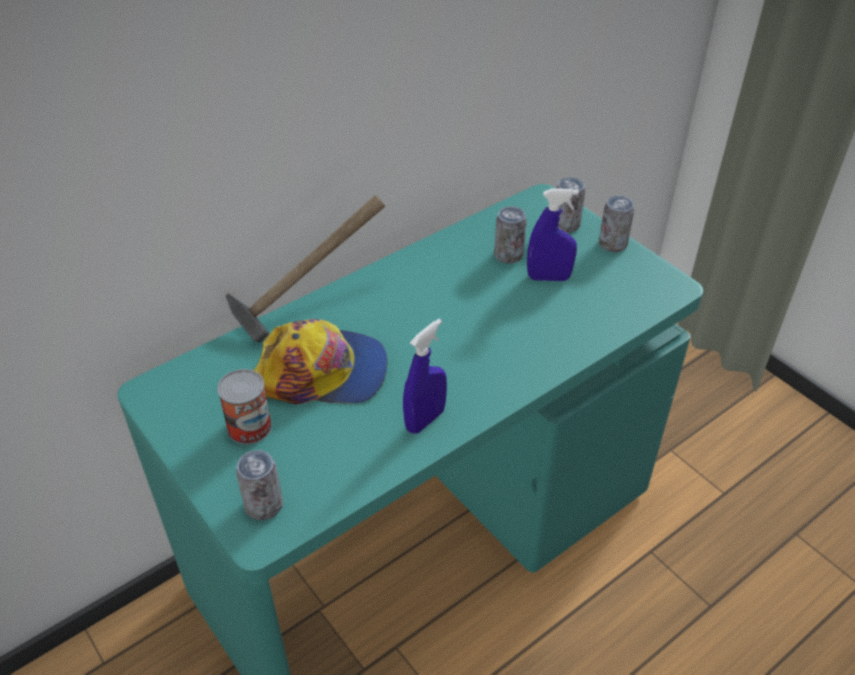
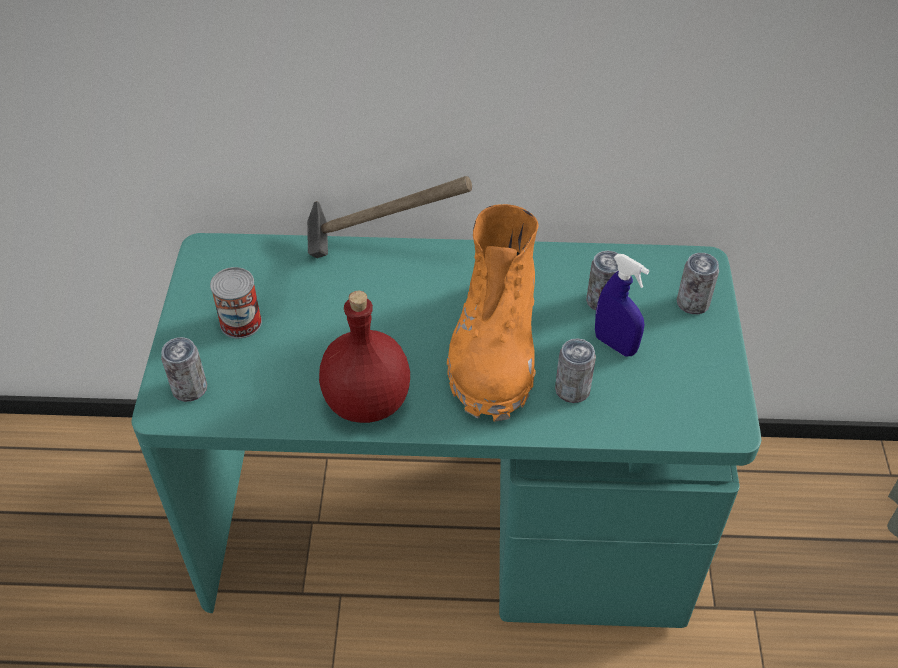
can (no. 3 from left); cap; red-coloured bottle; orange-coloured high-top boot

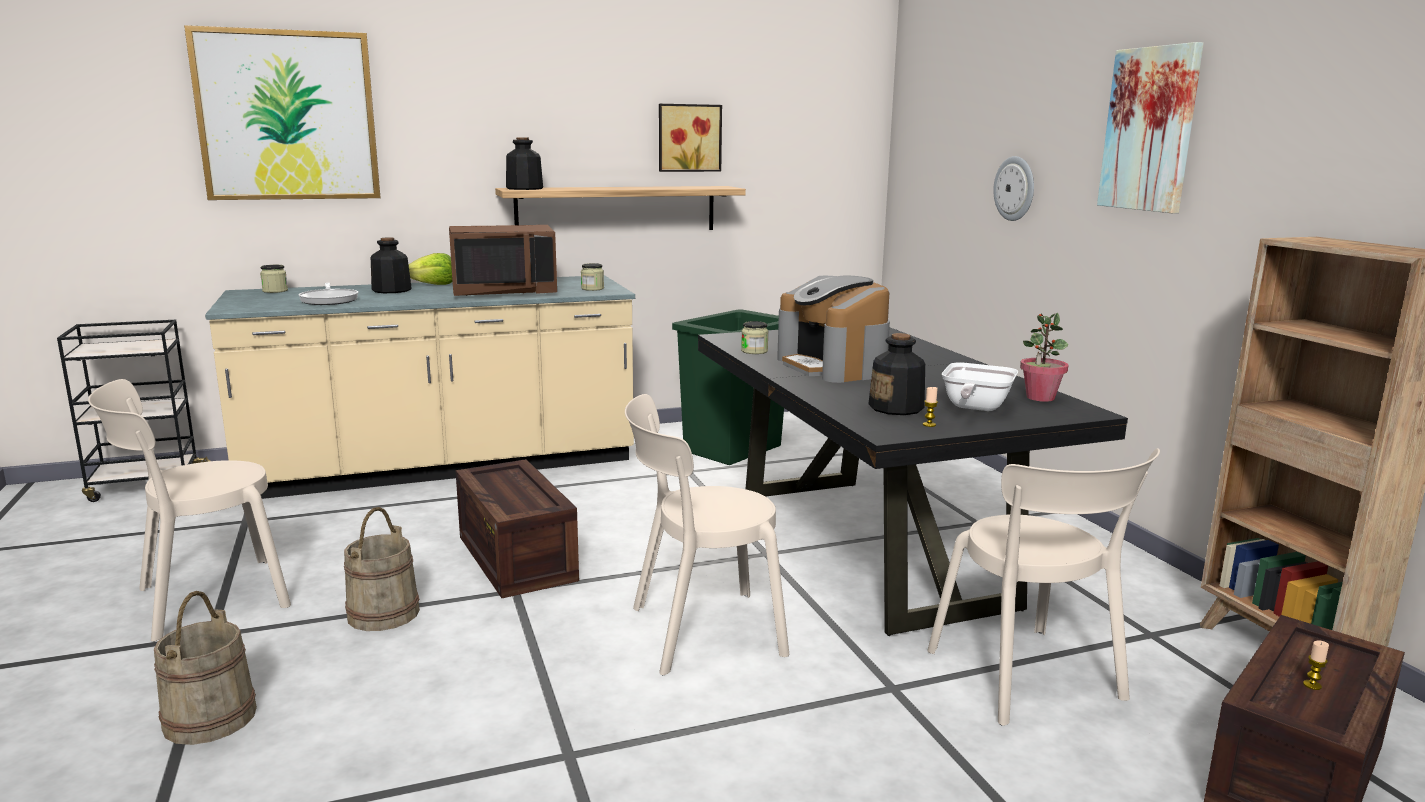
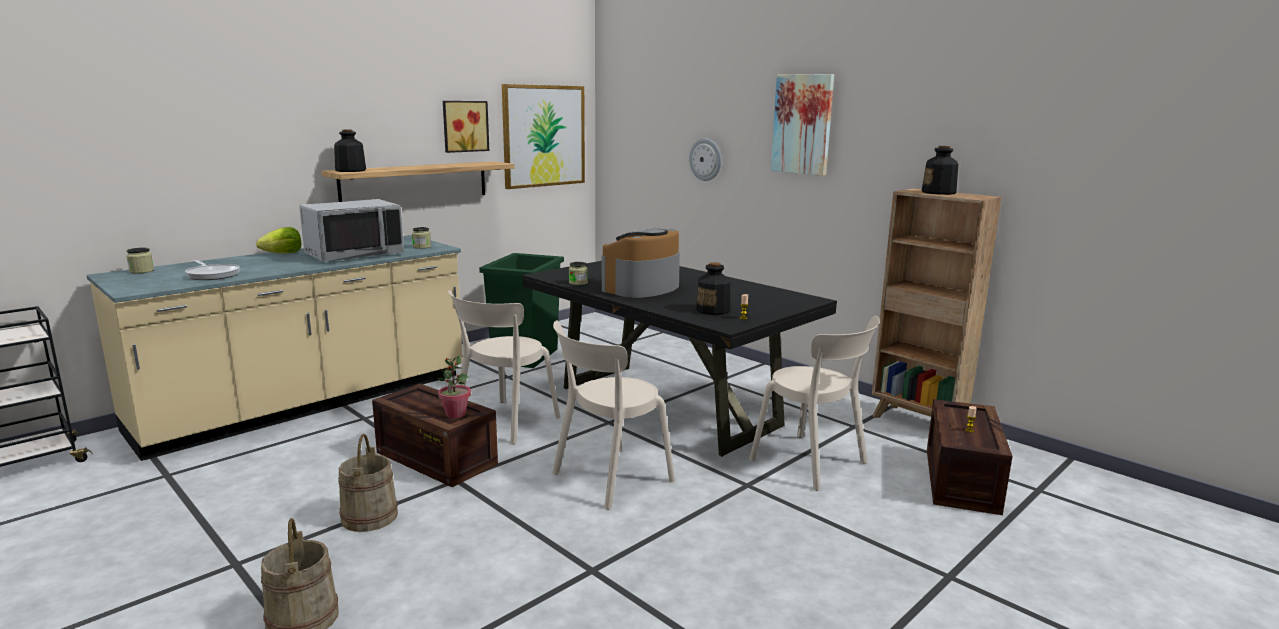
wall picture (no. 2 from left); grey kitchen microwave; bottle (no. 3 from left); coffee brewer; potted plant; pan (no. 2 from left in the first image); beige upright chair (no. 1 from left)

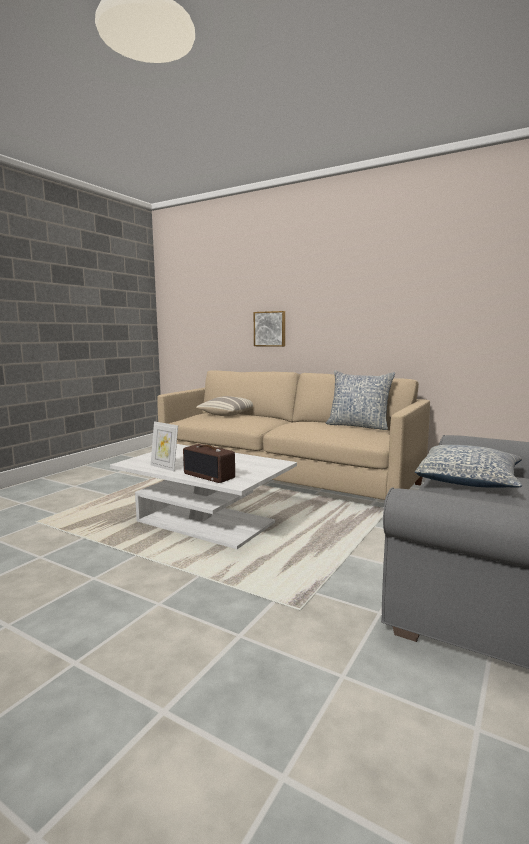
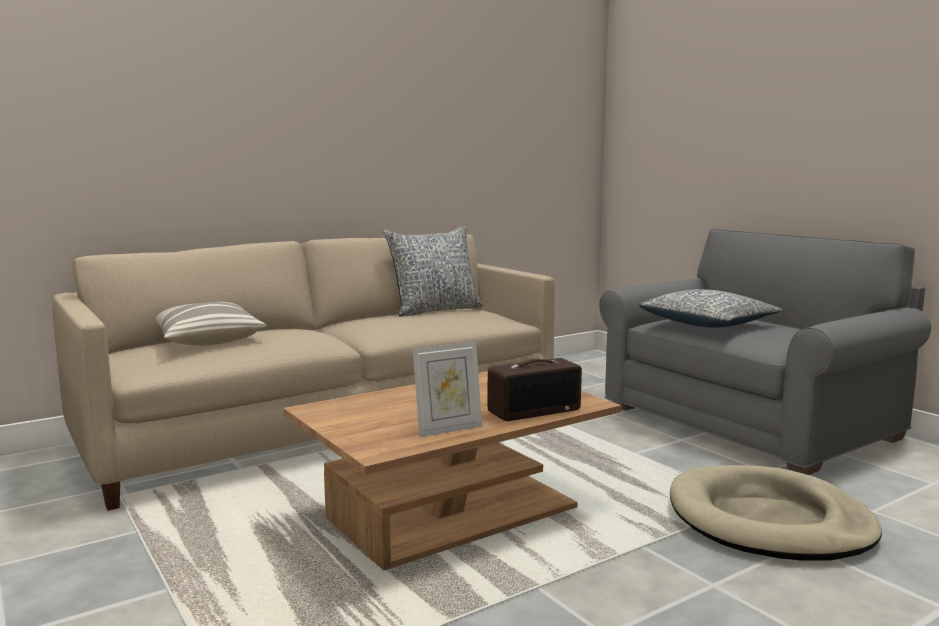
wall picture; brownish low table; beige pet bed

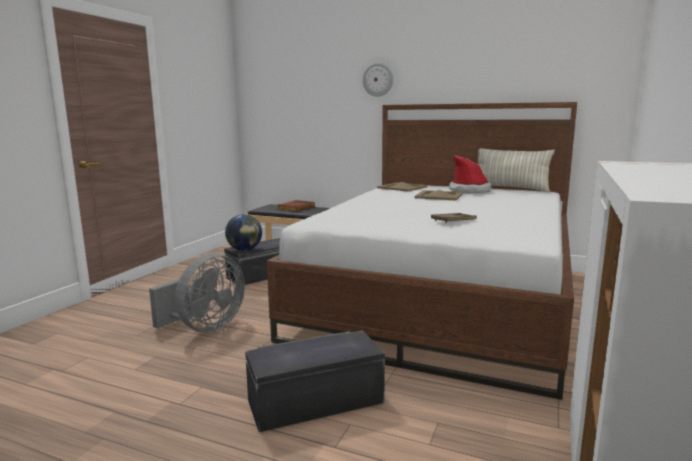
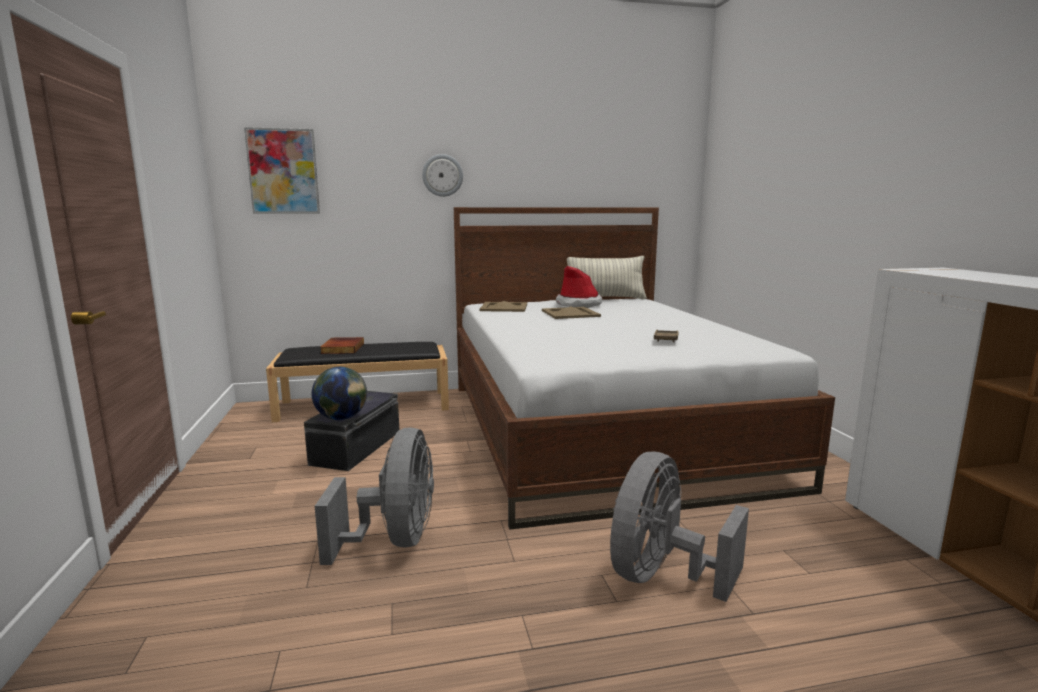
grey electric fan (no. 2 from left); wall picture

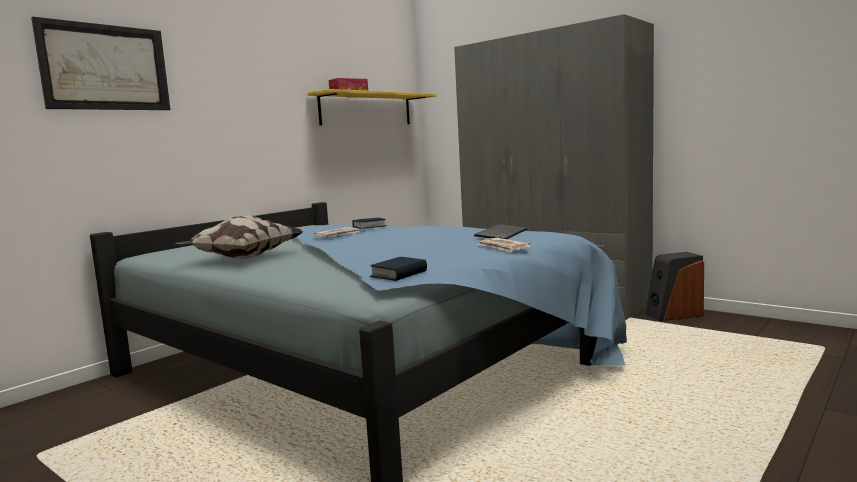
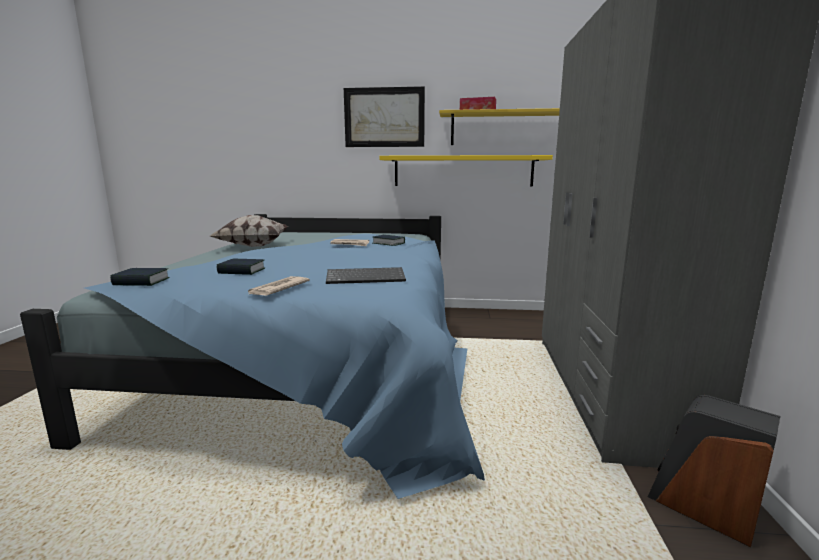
wall picture; yellow-coloured wall shelf (no. 1 from left); book (no. 2 from left)

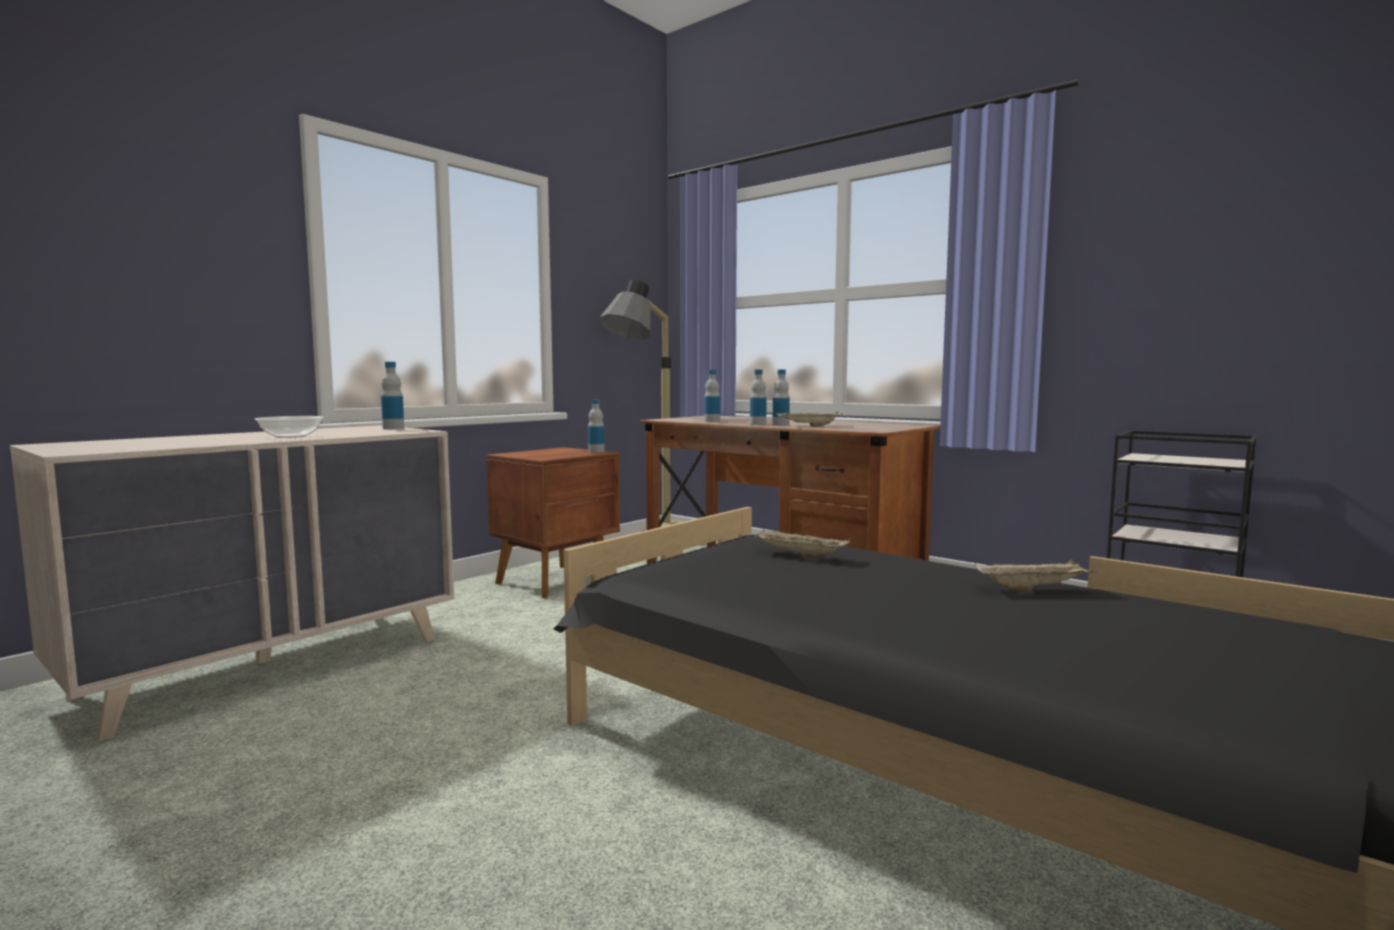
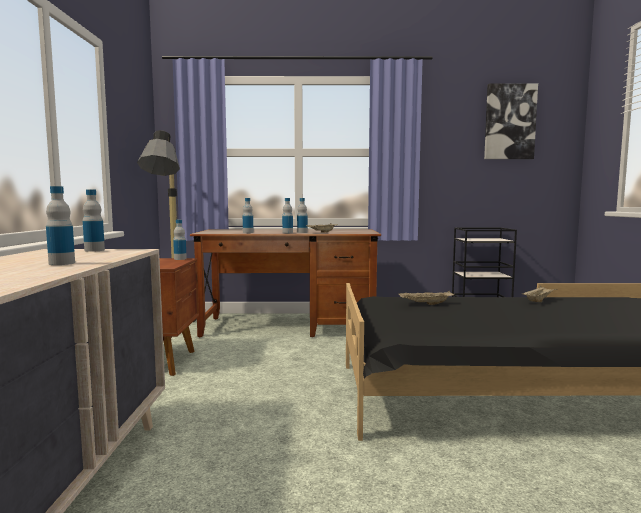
bottle (no. 1 from left); wall picture

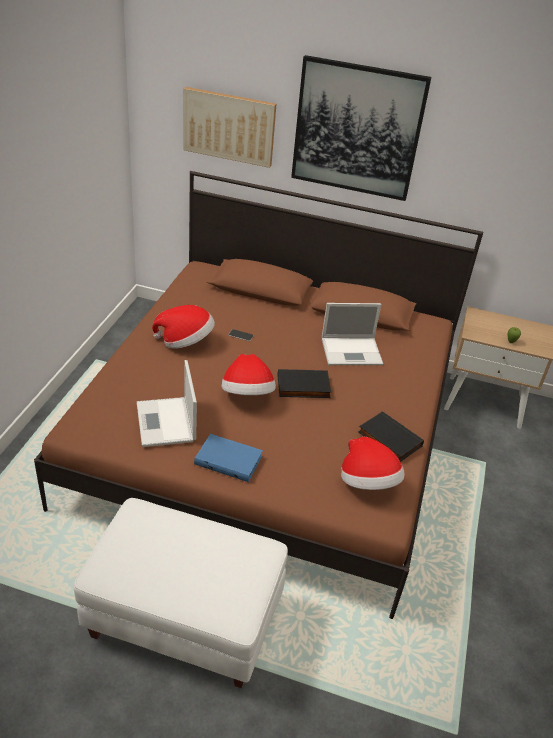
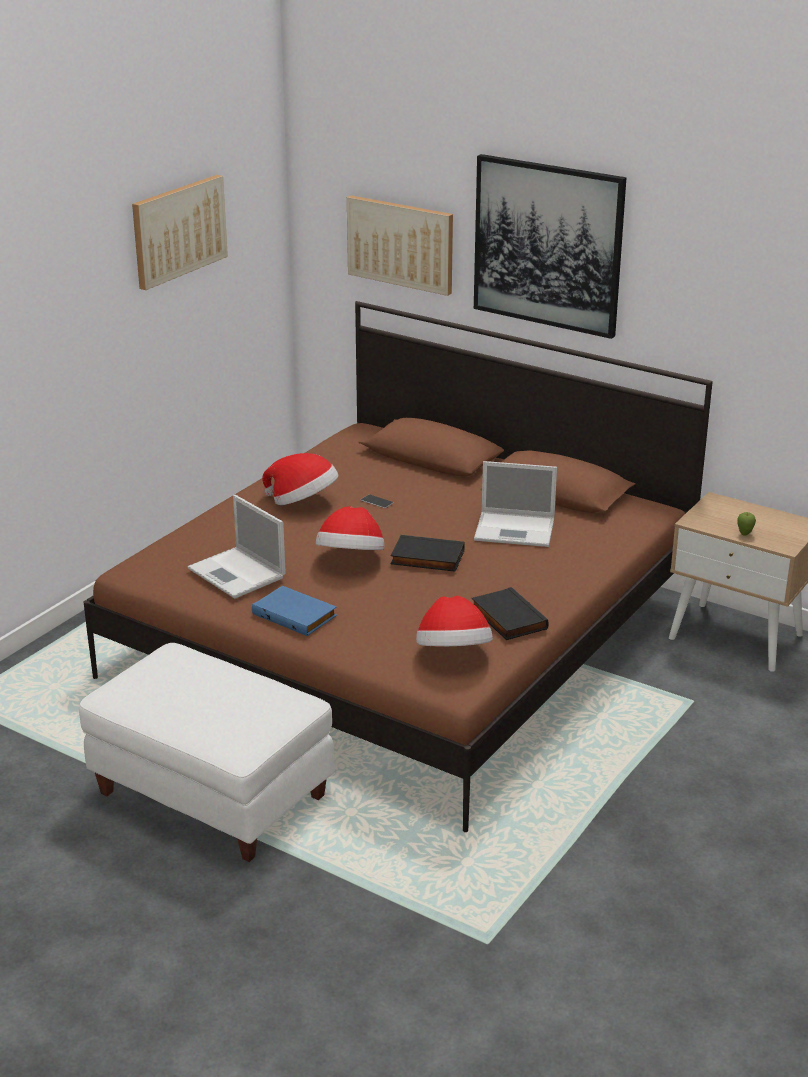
laptop (no. 1 from left); wall picture (no. 1 from left)

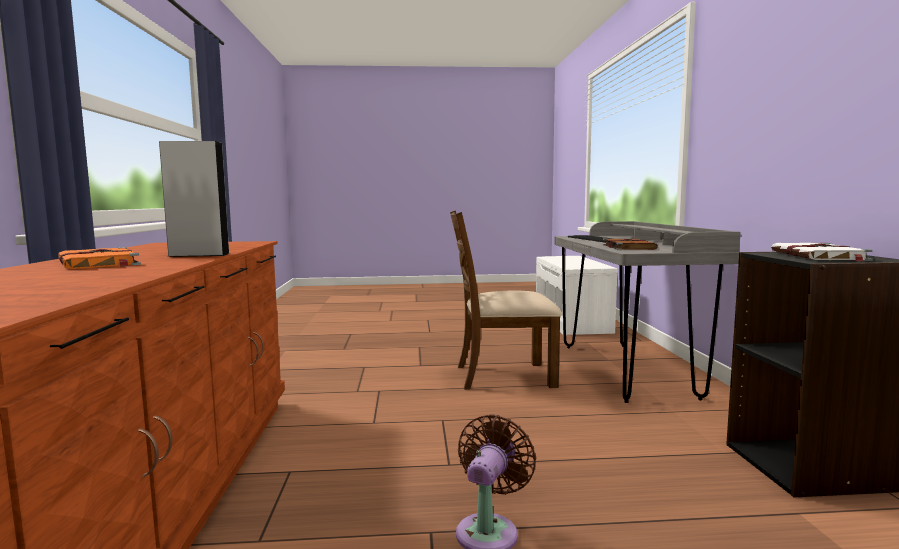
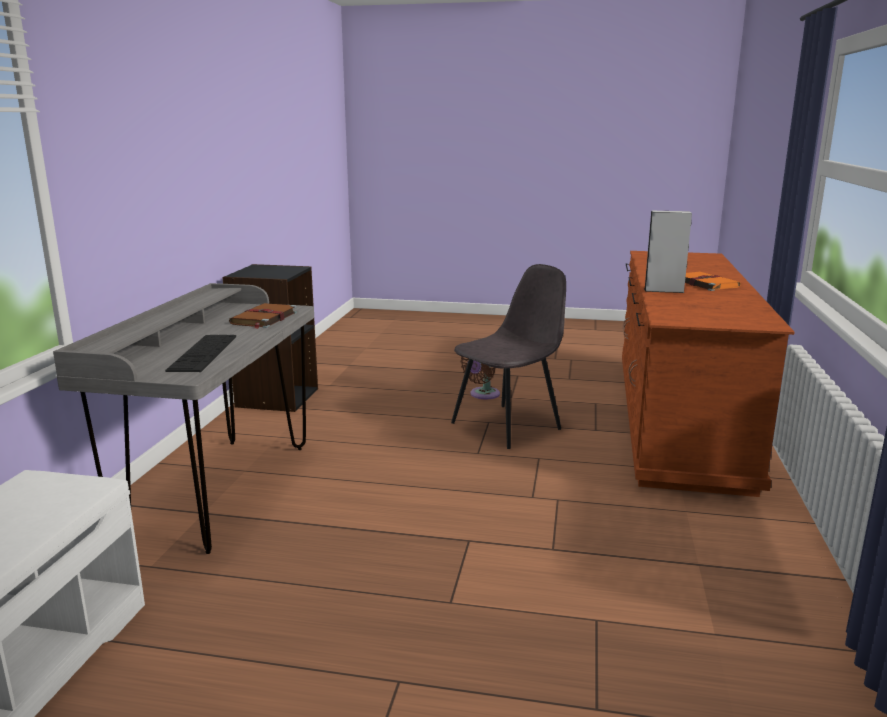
brownish upright chair; white-coloured book; grey upright chair

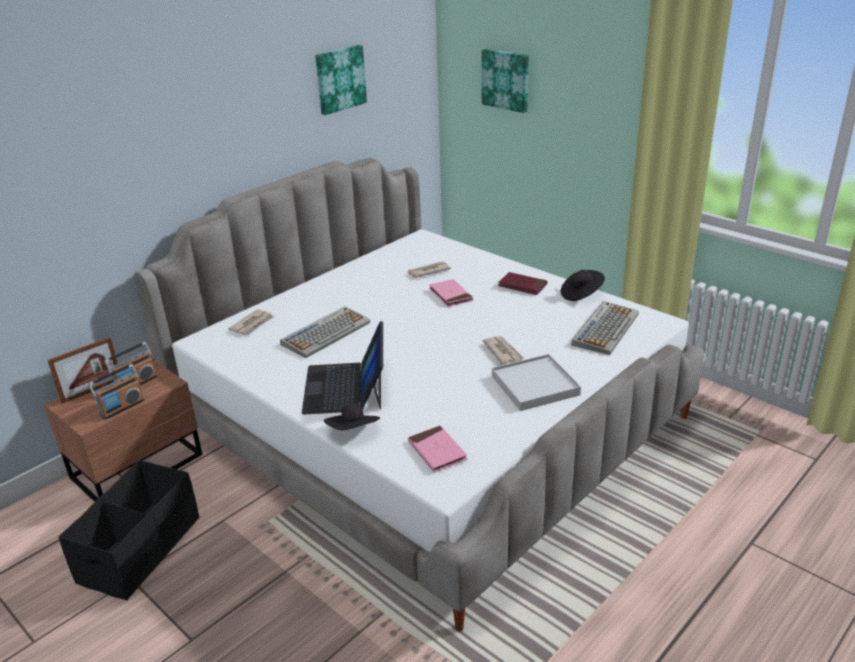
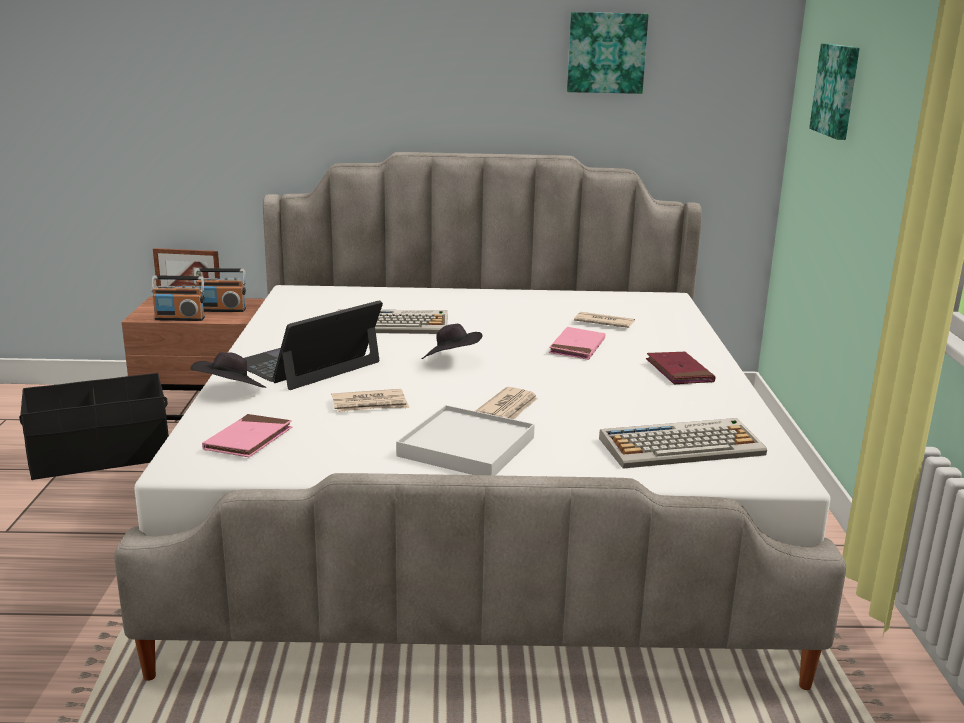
black wearable hat (no. 2 from left); printed paper (no. 1 from left)

